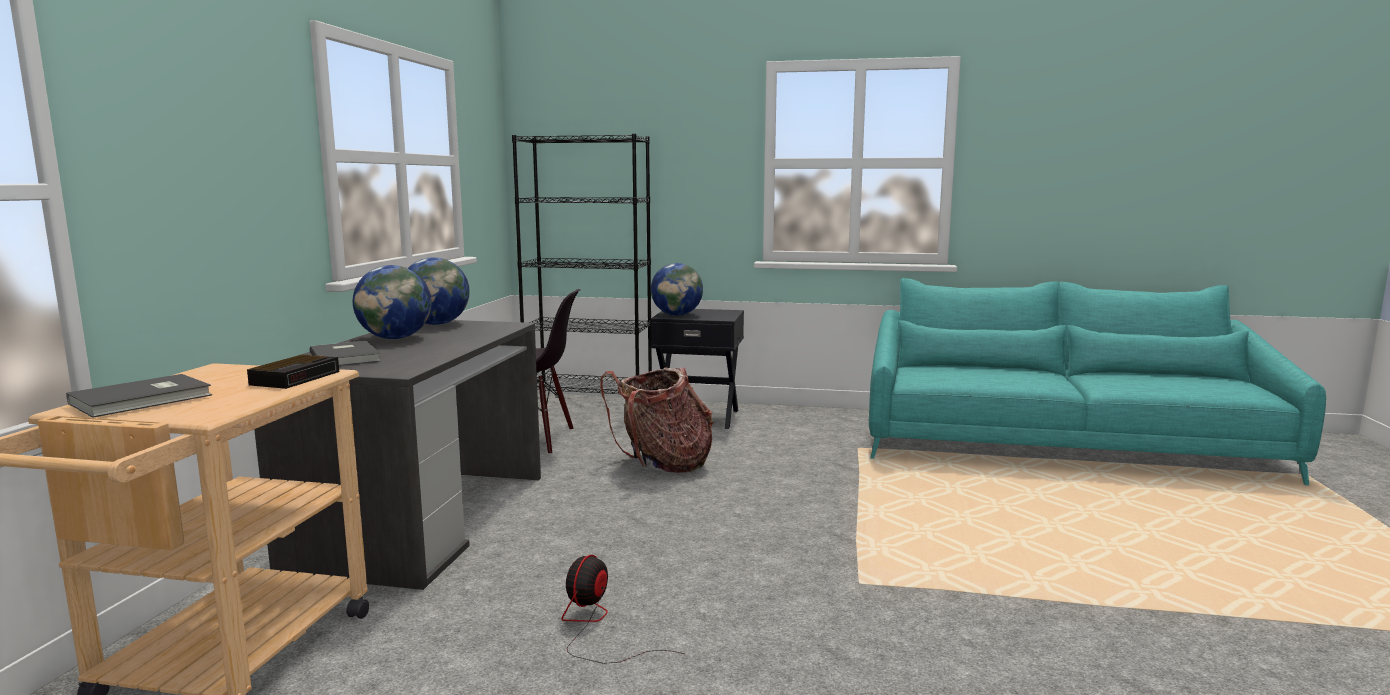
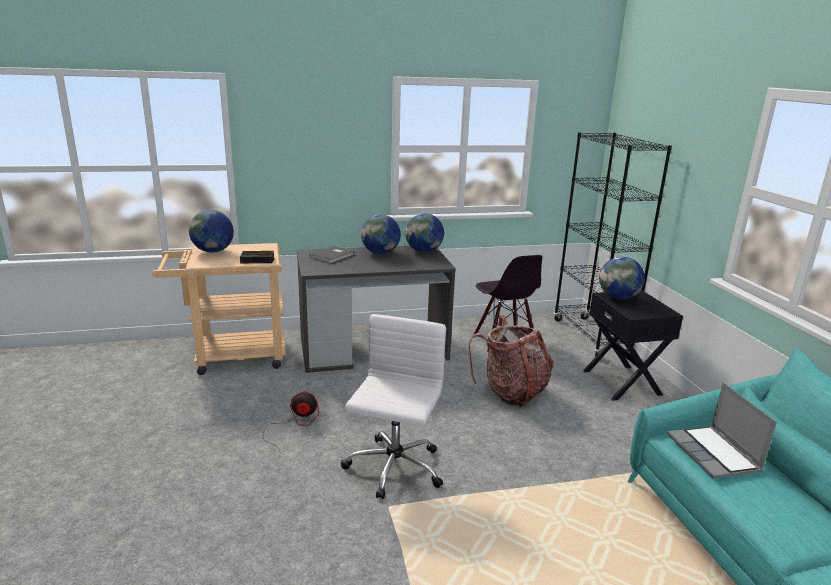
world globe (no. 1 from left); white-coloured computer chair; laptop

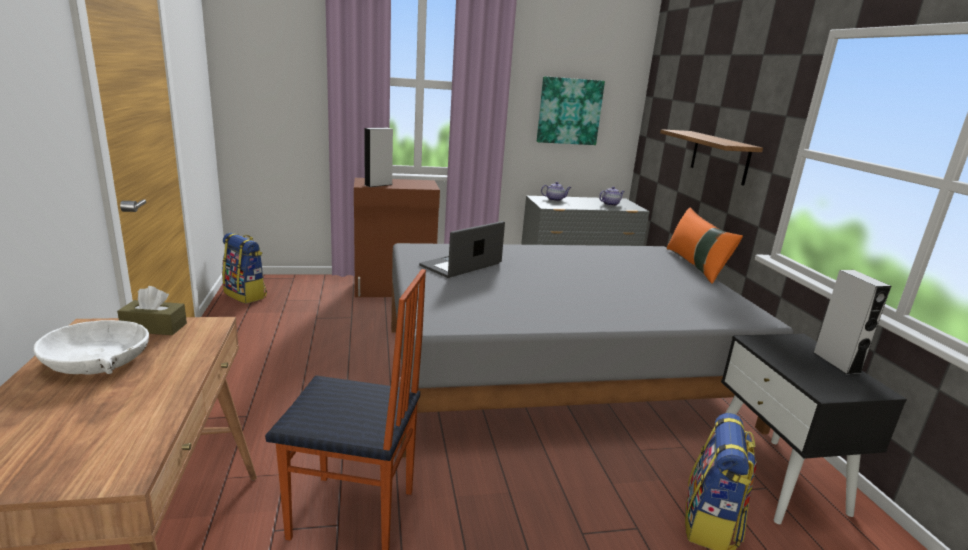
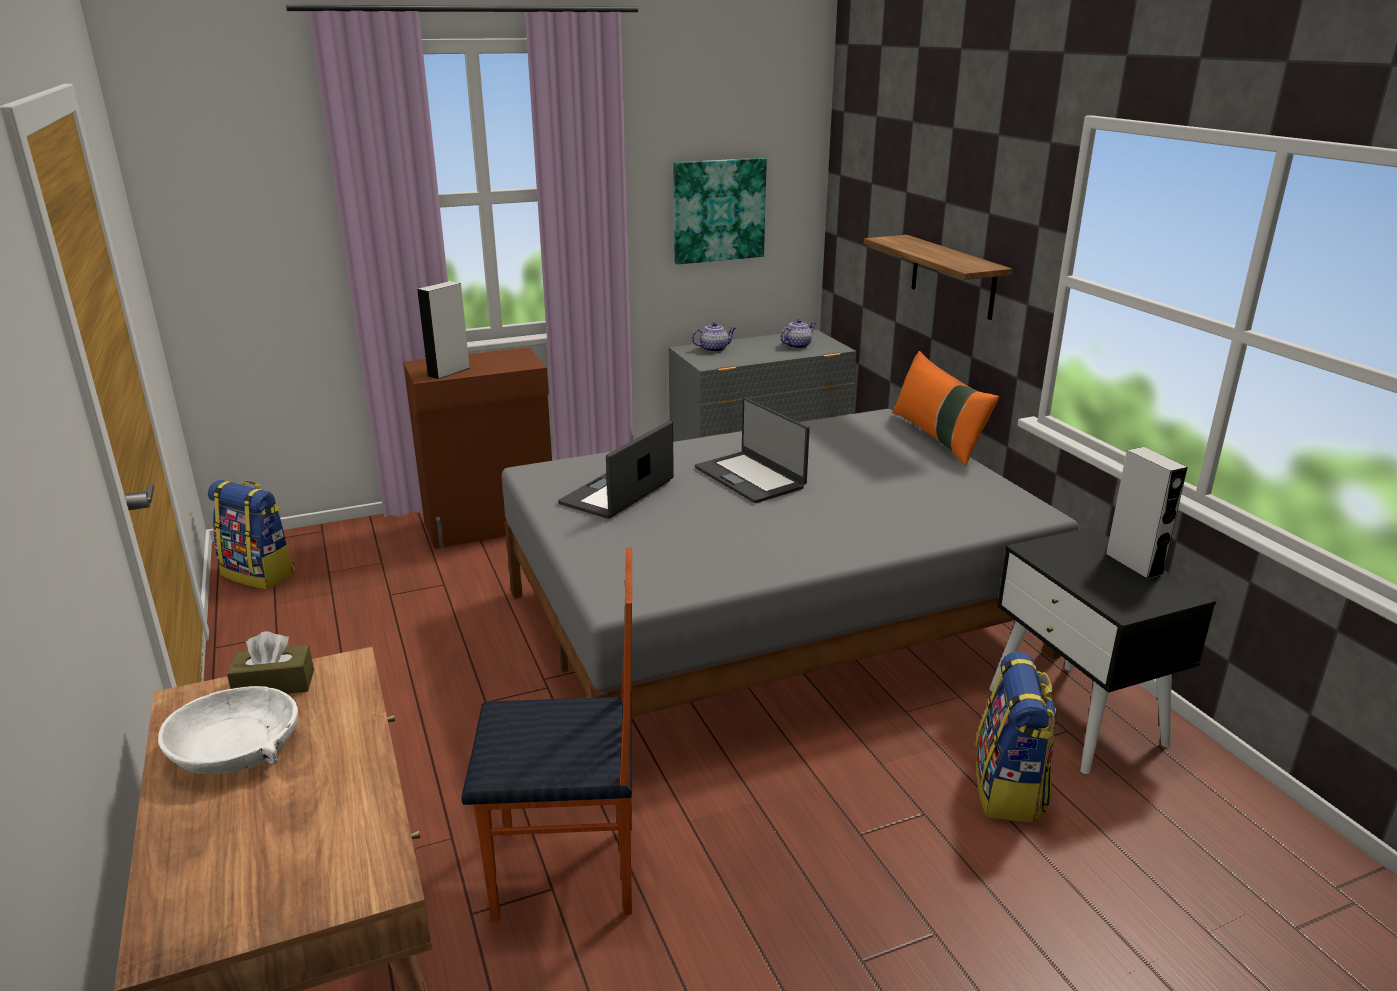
laptop (no. 2 from left)

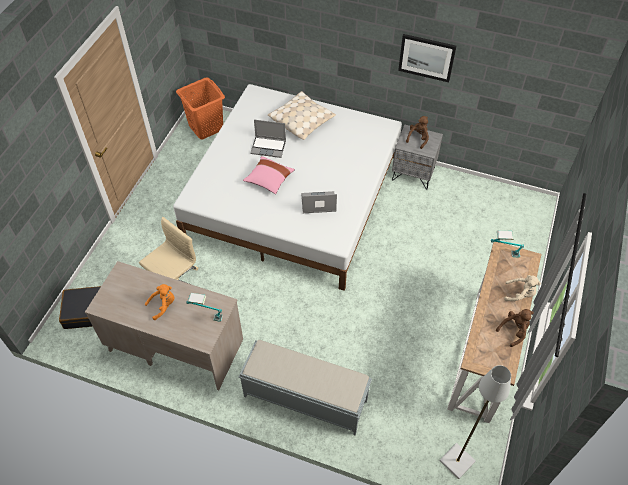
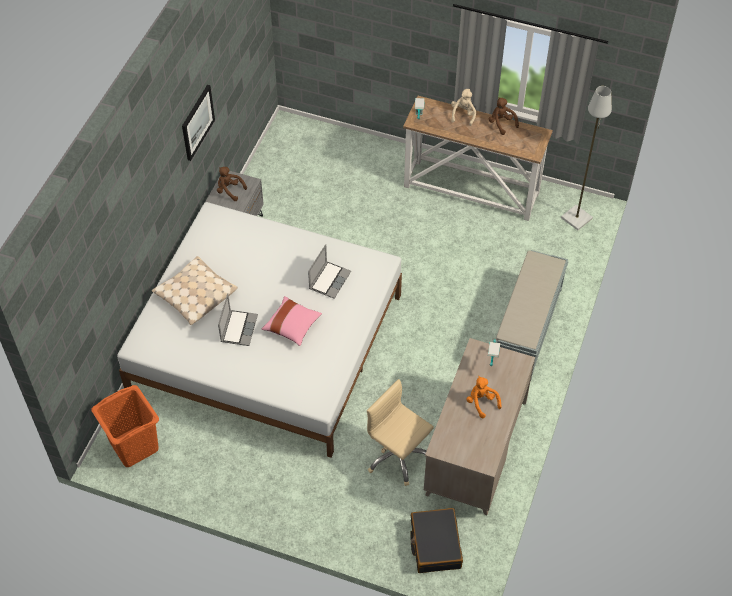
laptop (no. 2 from left)

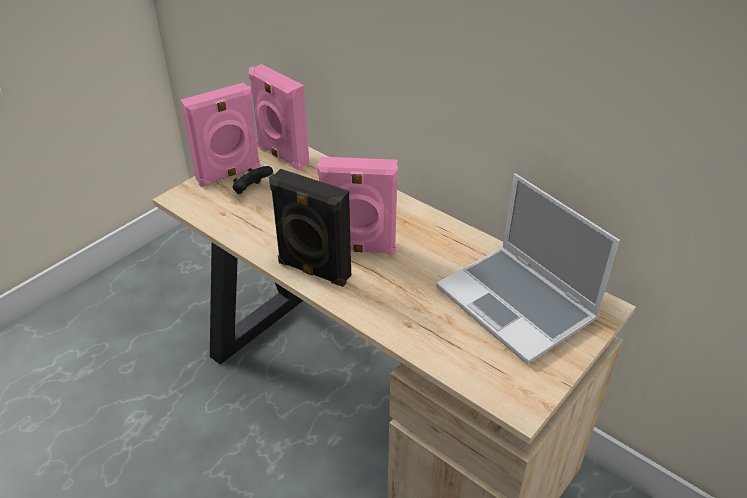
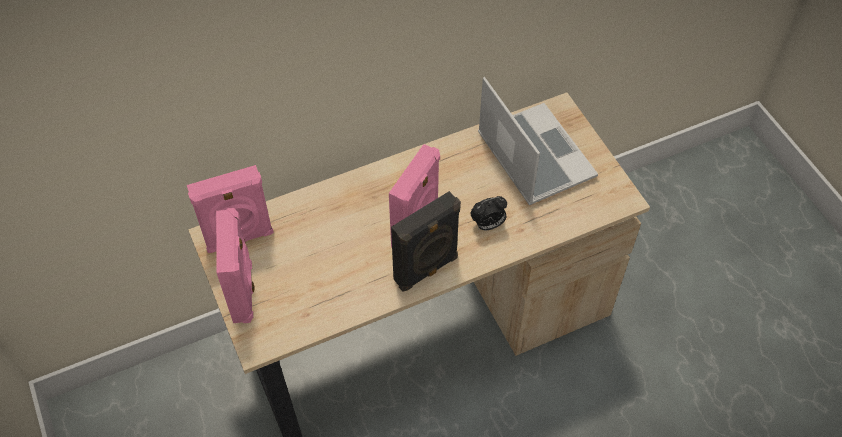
black joypad; laptop; bedside clock

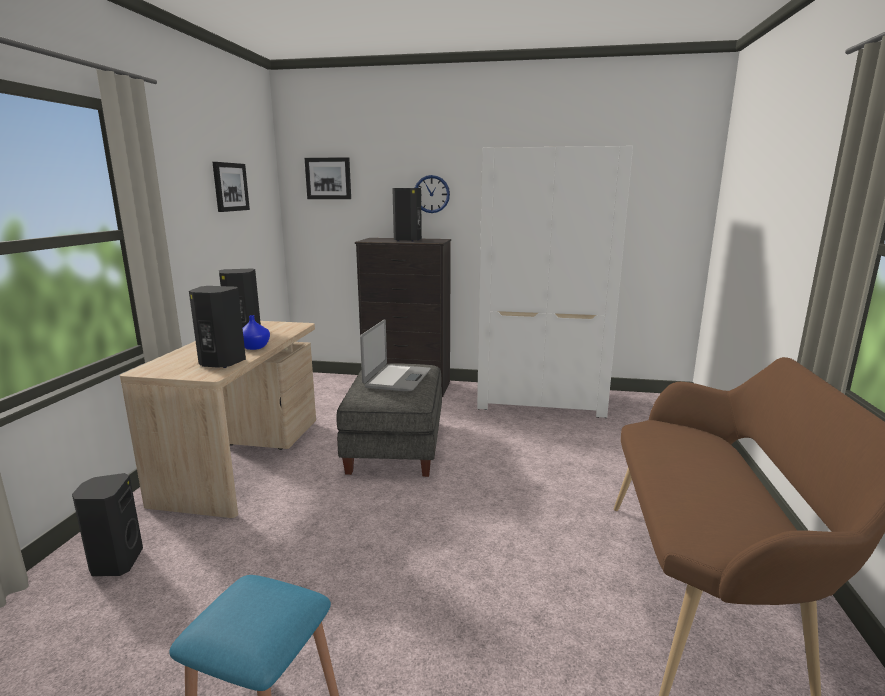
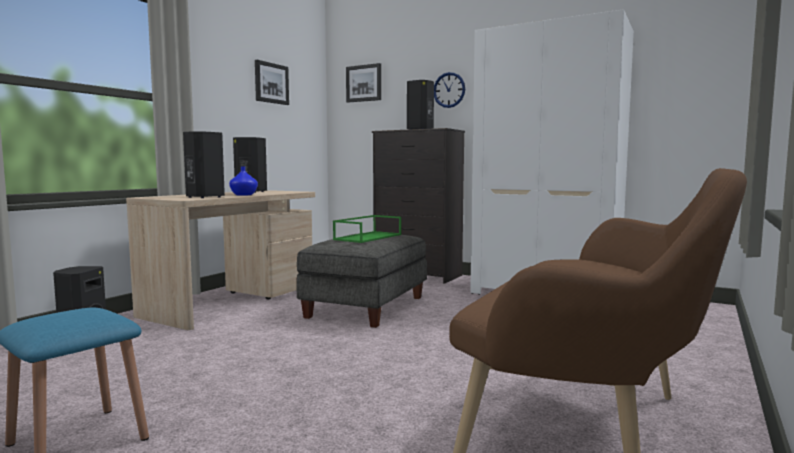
green carrying tray

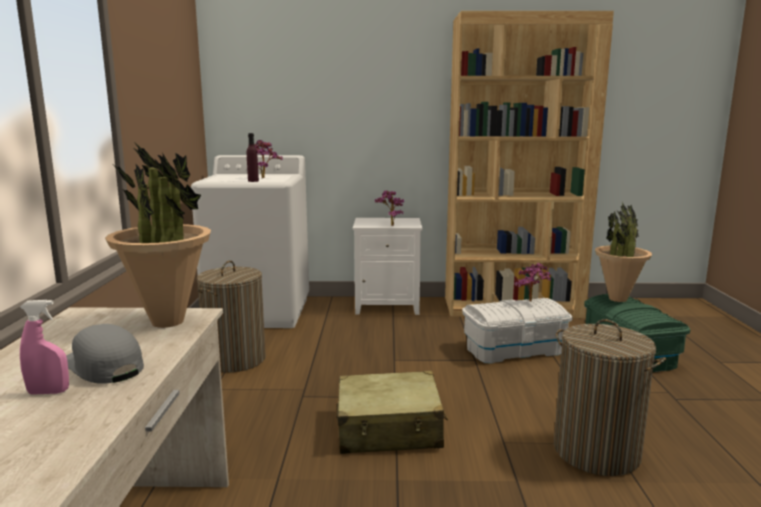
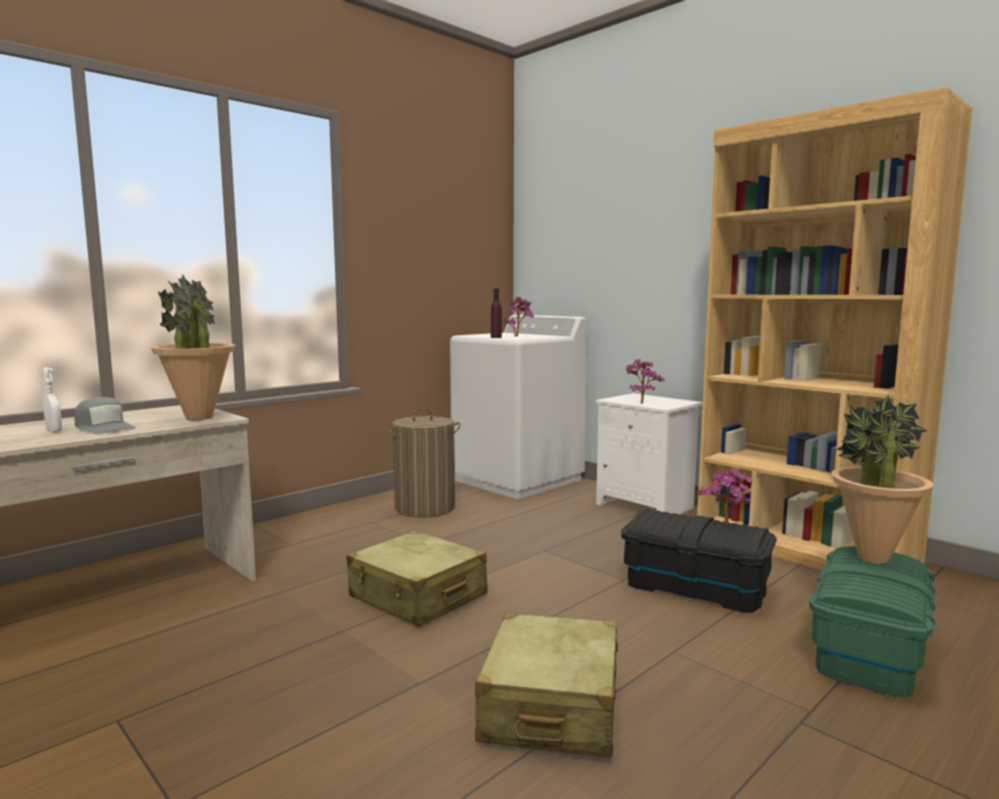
black storage container; white-coloured spray bottle; beige travel case (no. 2 from left); grey cap

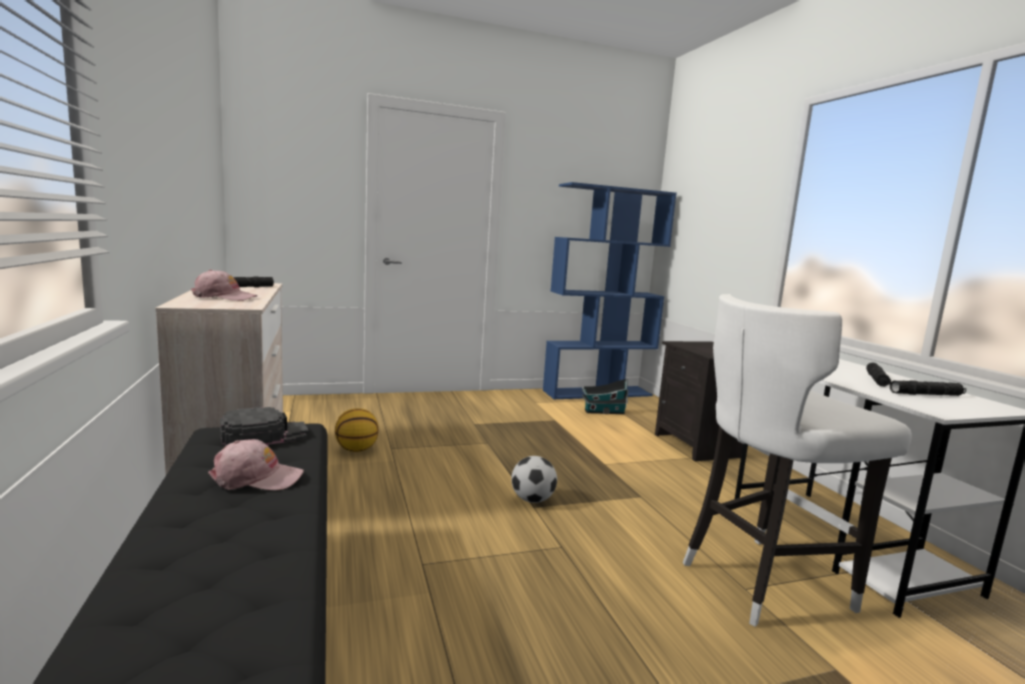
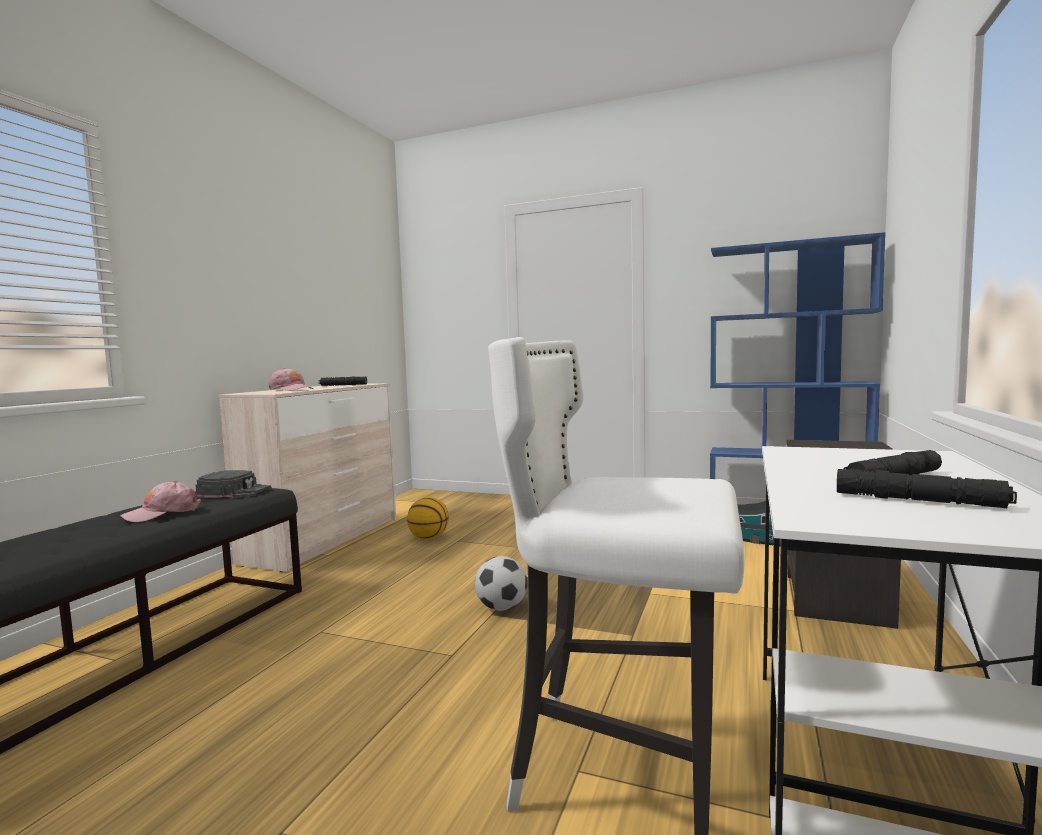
pink cap (no. 1 from left)

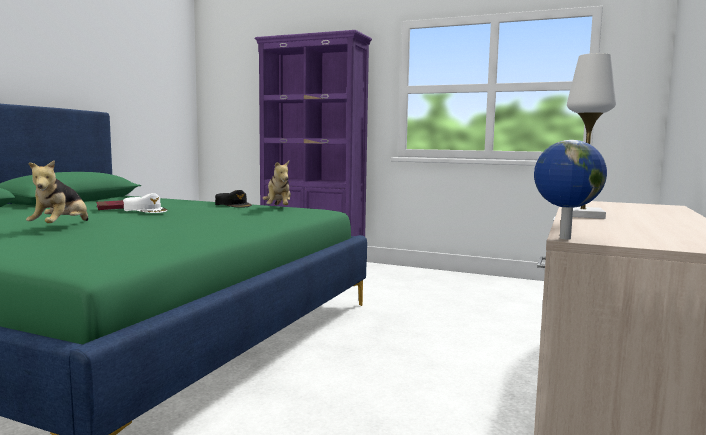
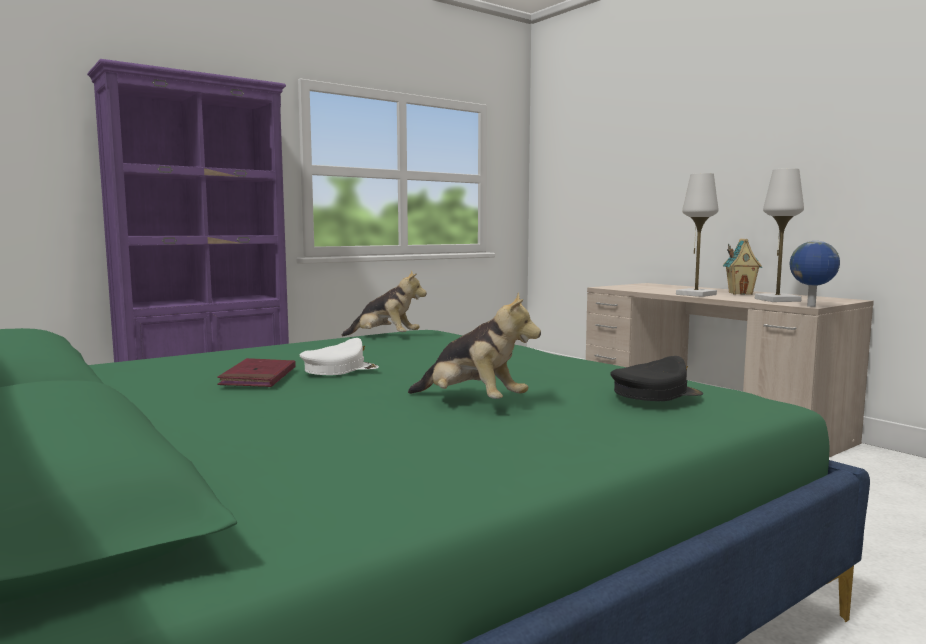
black cap; white-coloured lamp for a table (no. 2 from left); toy house

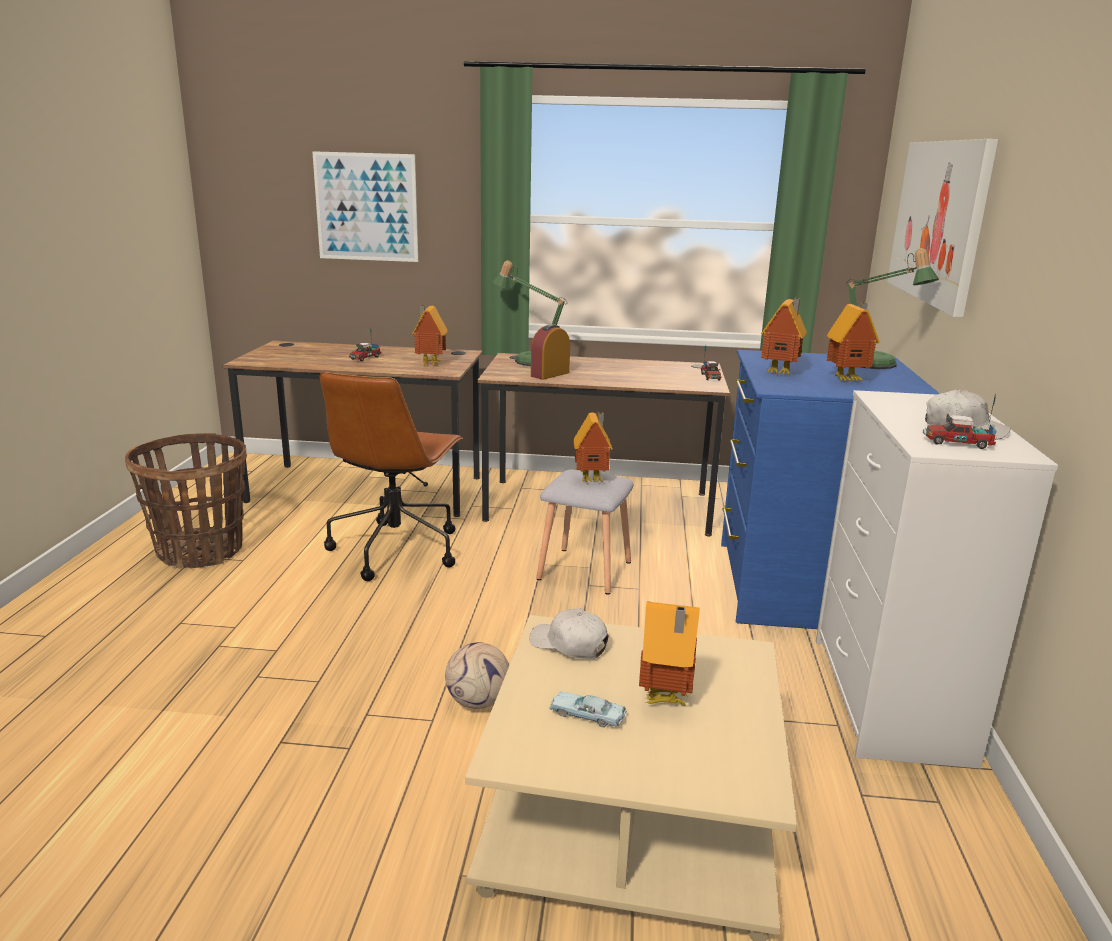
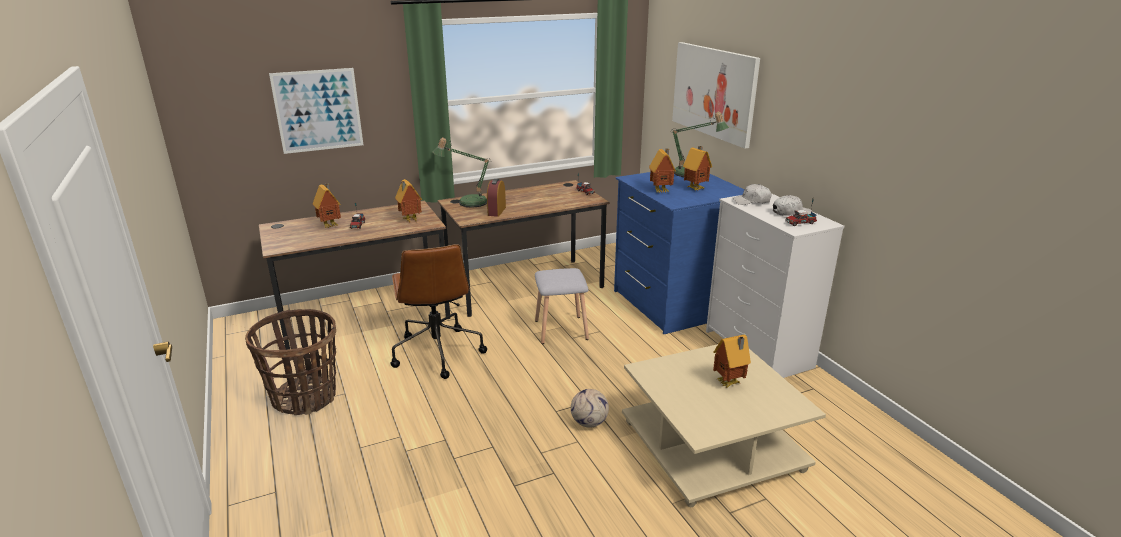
toy house (no. 1 from left); white-coloured cap (no. 1 from left); bluish toy car

